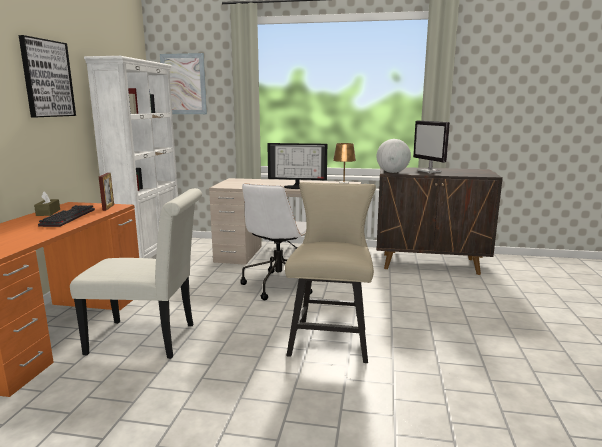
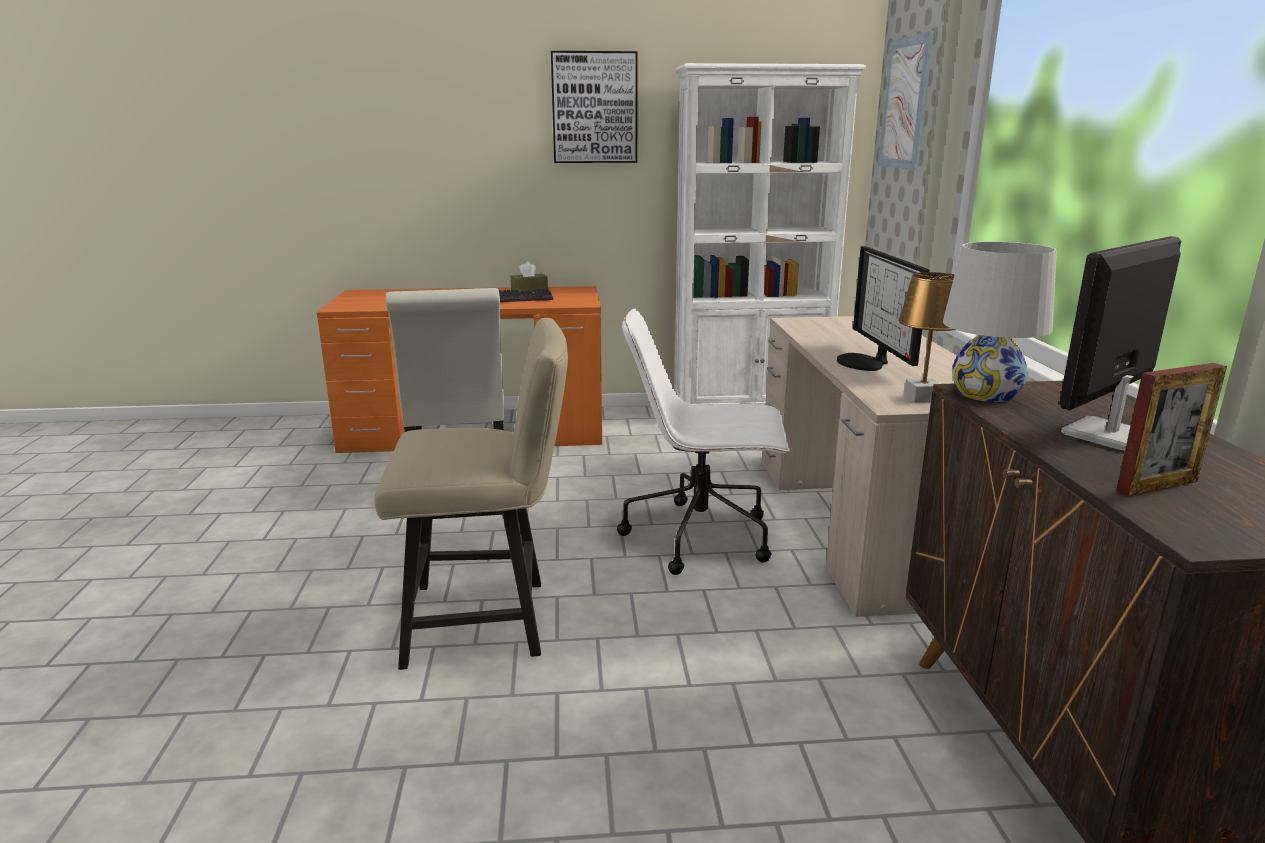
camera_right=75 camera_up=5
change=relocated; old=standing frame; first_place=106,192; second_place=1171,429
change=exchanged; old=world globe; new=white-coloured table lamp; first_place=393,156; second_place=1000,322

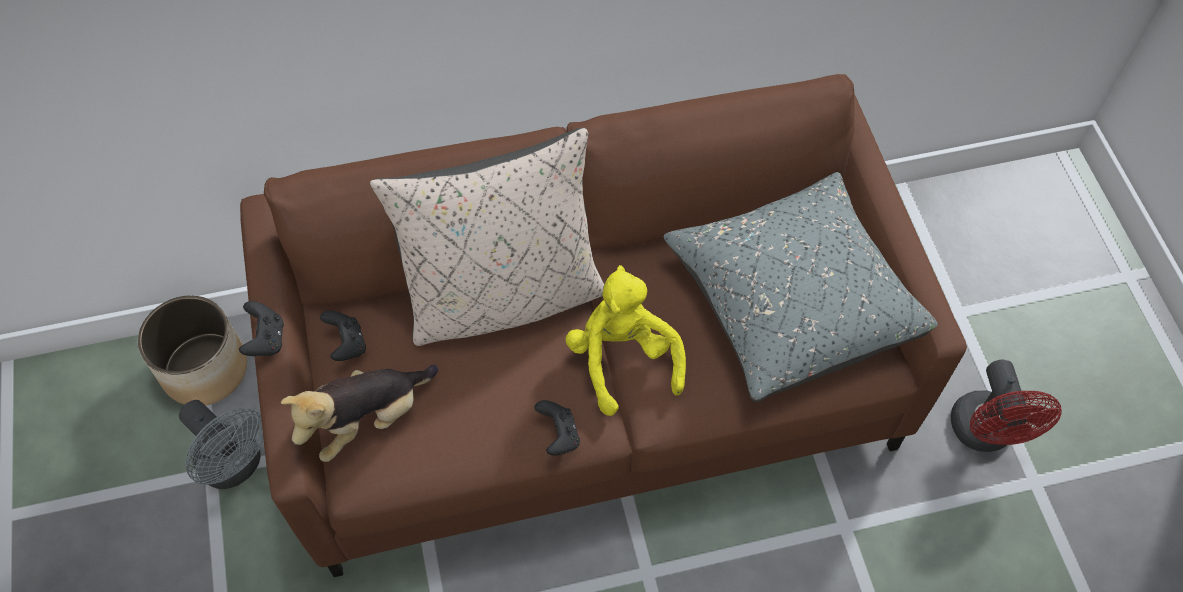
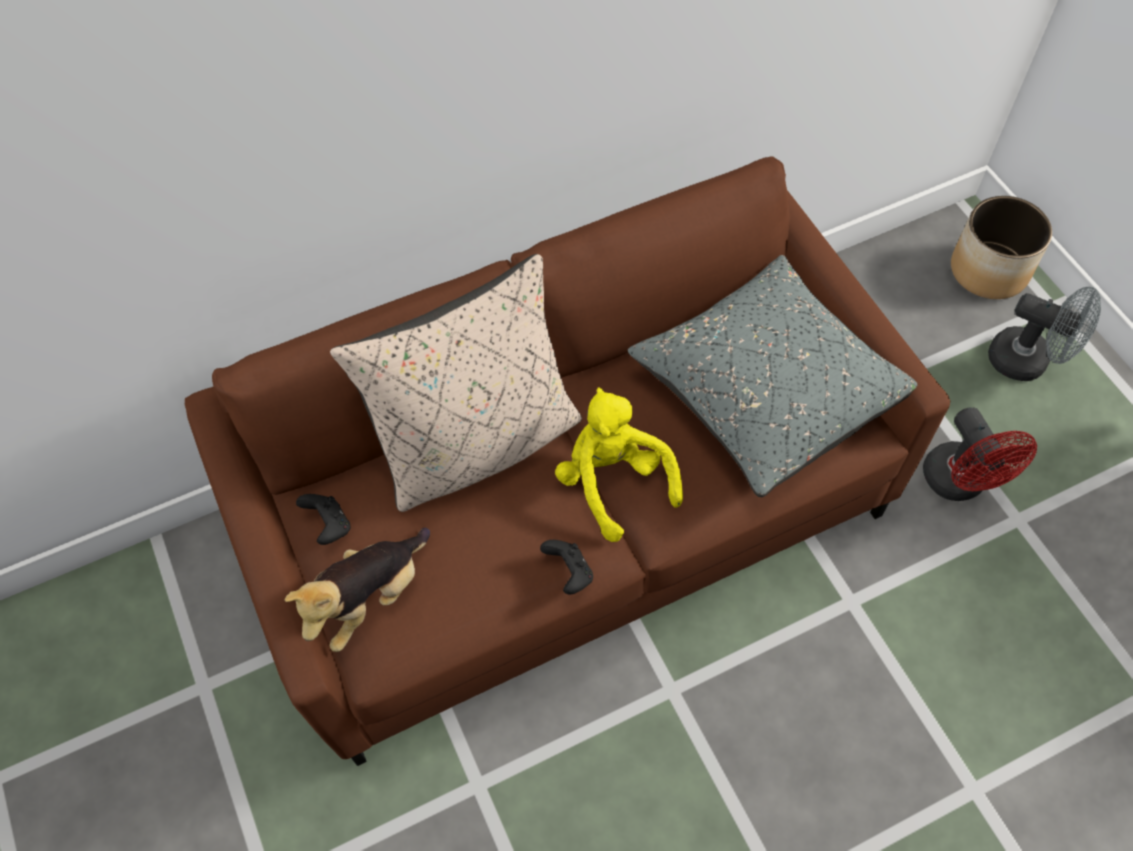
camera_right=-10 camera_up=0
change=missing; old=black-coloured gamepad; first_place=261,328
change=relocated; old=plant pot; first_place=192,350; second_place=1001,247
change=relocated; old=gray electric fan; first_place=221,444; second_place=1044,333

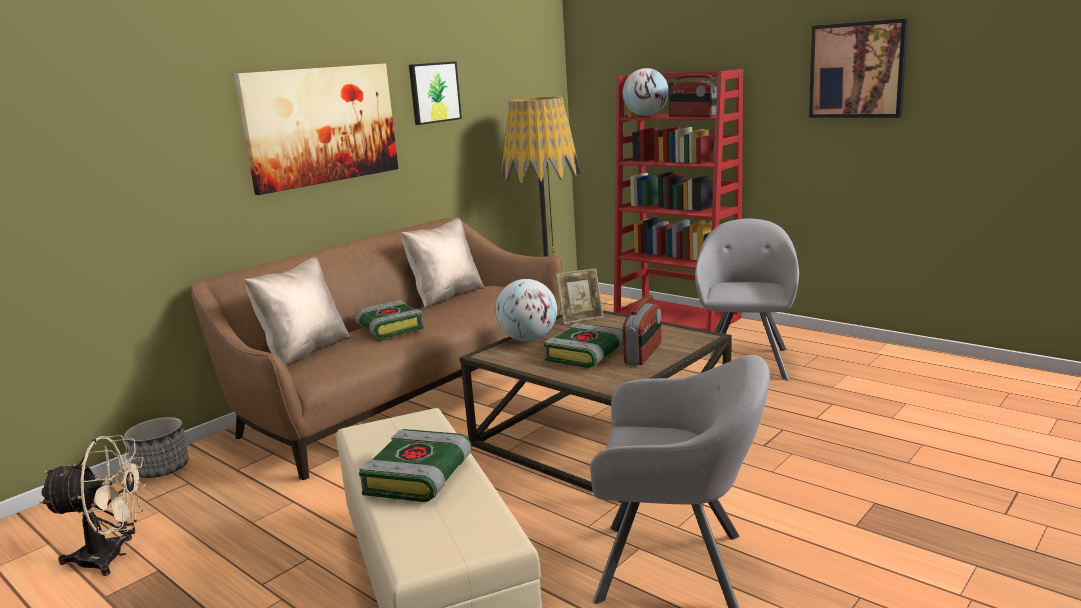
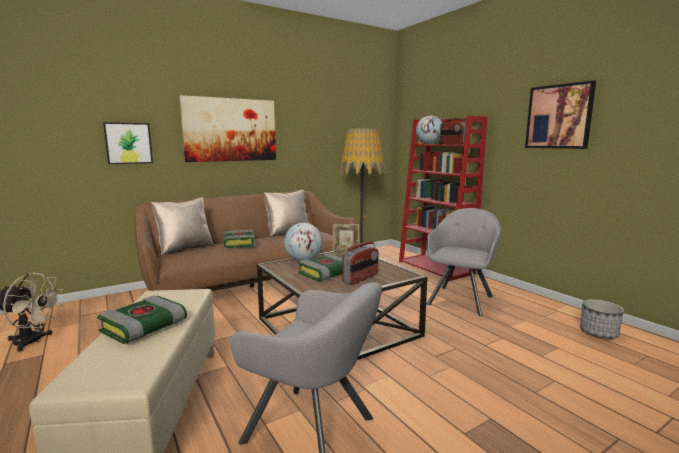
camera_right=15 camera_up=-5
change=relocated; old=plant pot; first_place=156,447; second_place=602,319
change=relocated; old=wall art; first_place=435,93; second_place=128,143

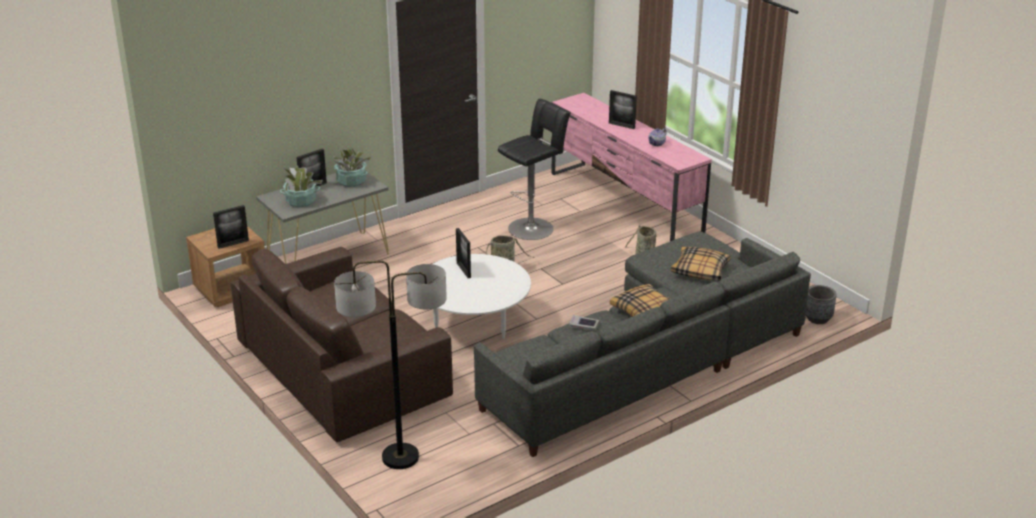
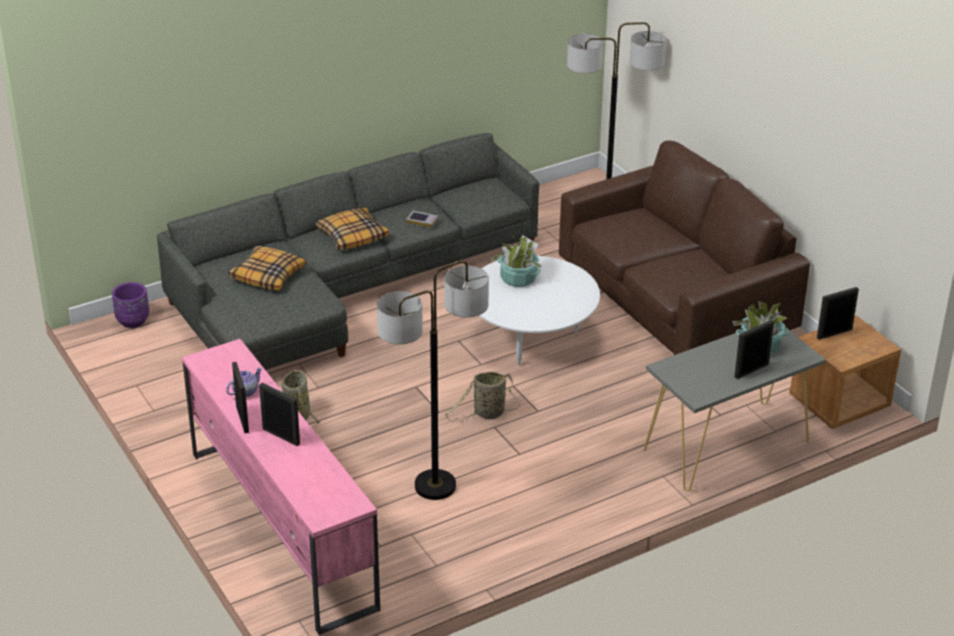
camera_right=-175 camera_up=5
change=relocated; old=potted plant; first_place=353,167; second_place=516,261
change=relocated; old=standing frame; first_place=463,253; second_place=240,397
change=exchanged; old=black-coloured sitting stool; new=floor lamp; first_place=534,169; second_place=433,380
change=colour; old=gray plant pot; new=purplish plant pot; first_place=821,304; second_place=130,305

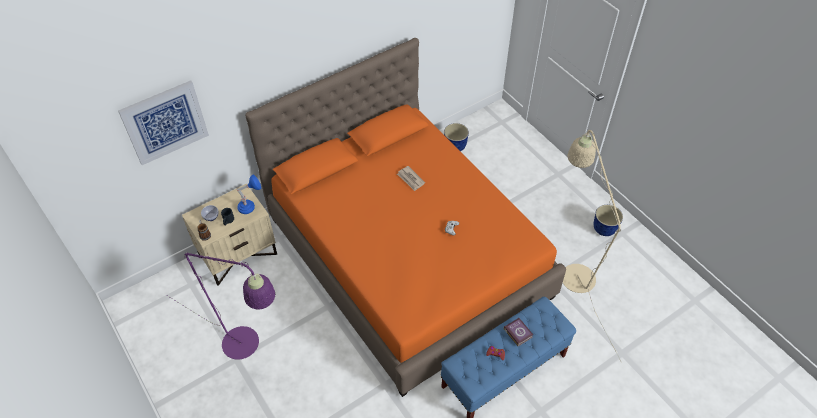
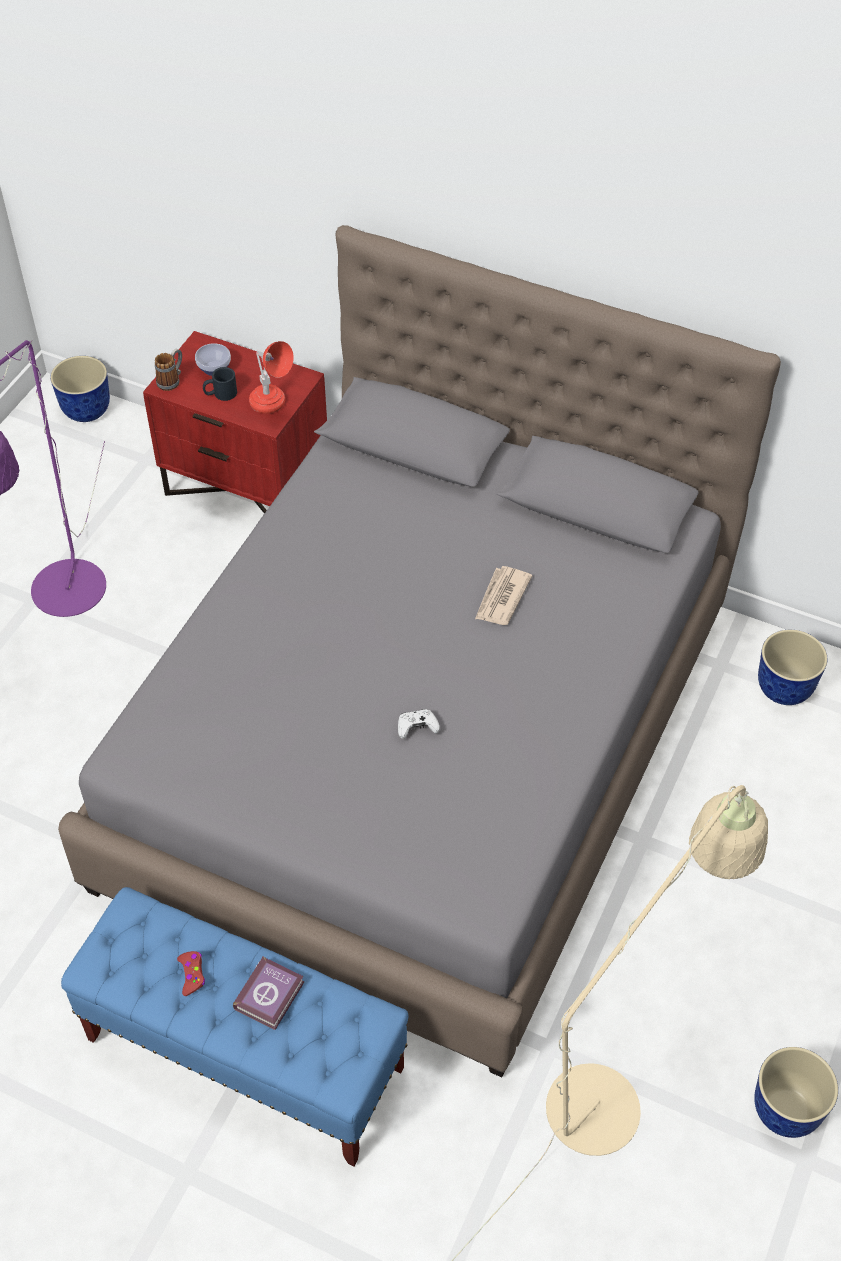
camera_right=60 camera_up=0
change=missing; old=wall art; first_place=163,122
change=appeared; new=plant pot; second_place=80,389
change=colour; old=beige night table; new=red-coloured night table; first_place=229,235; second_place=235,422
change=colour; old=bluish table lamp; new=red-coloured table lamp; first_place=249,194; second_place=271,377
change=colour; old=orangey bed; new=gray bed; first_place=405,217; second_place=419,651

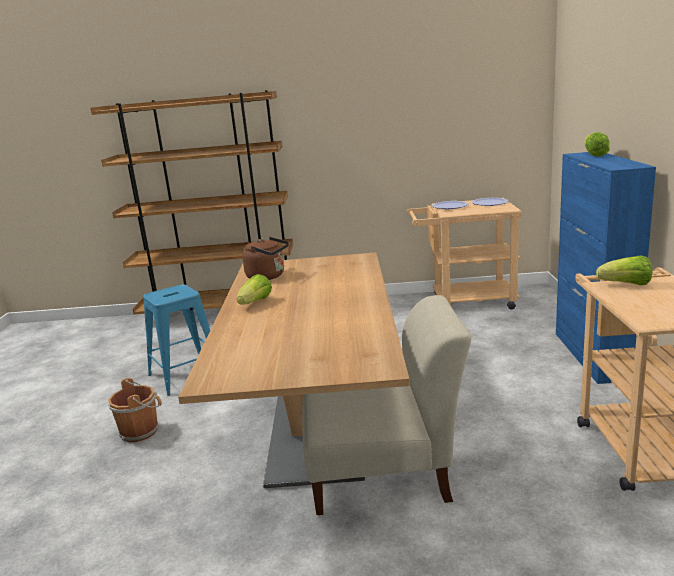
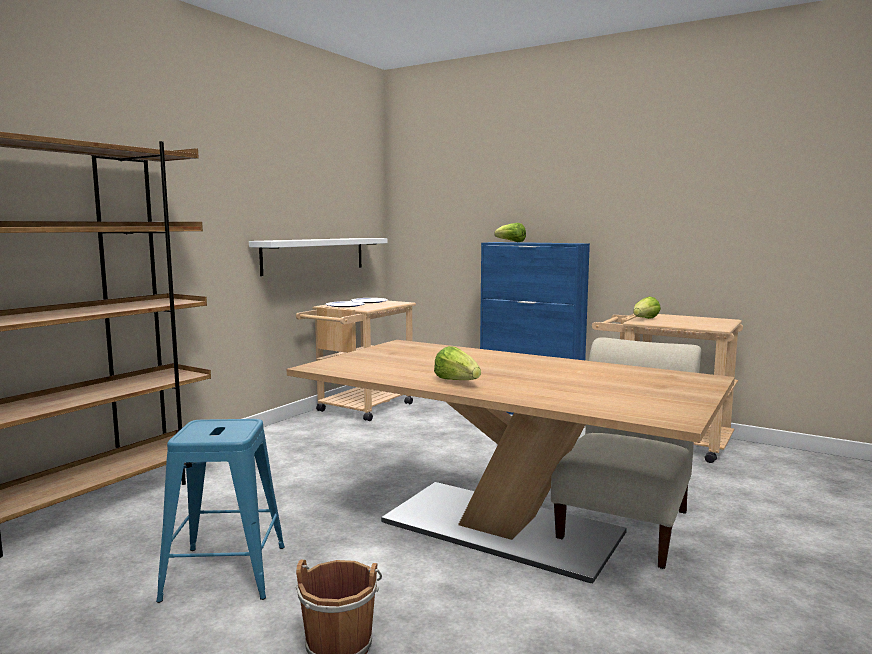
camera_right=-60 camera_up=-10
change=missing; old=brownish water kettle; first_place=265,258
change=appeared; new=white-coloured bracket shelf; second_place=318,257

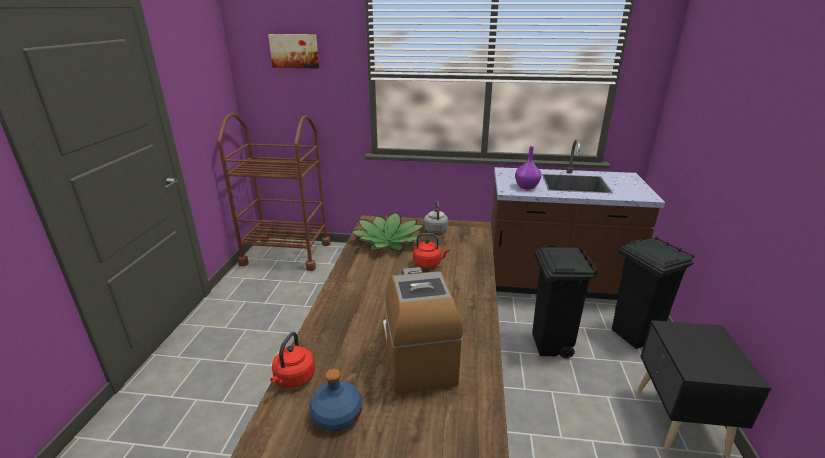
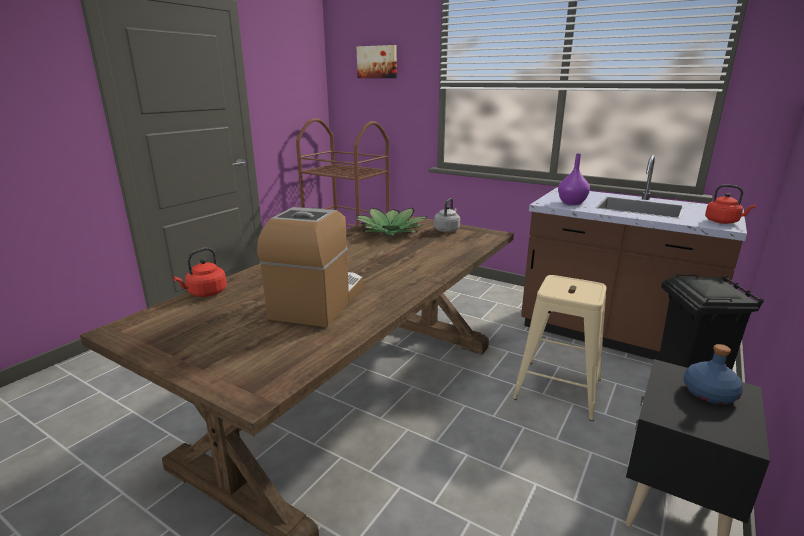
camera_right=25 camera_up=-5
change=relocated; old=bluish bottle; first_place=335,399; second_place=713,374
change=relocated; old=red-coloured water kettle; first_place=431,250; second_place=730,204
change=exchanged; old=black-coloured rubbish bin; new=beige sitting stool; first_place=565,302; second_place=559,348

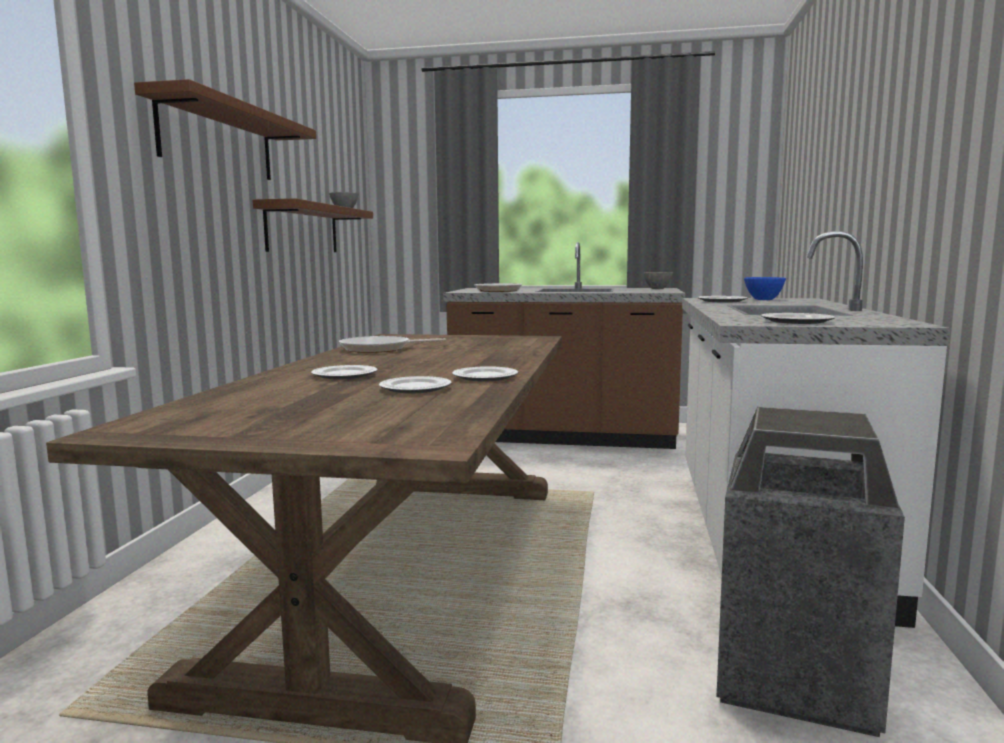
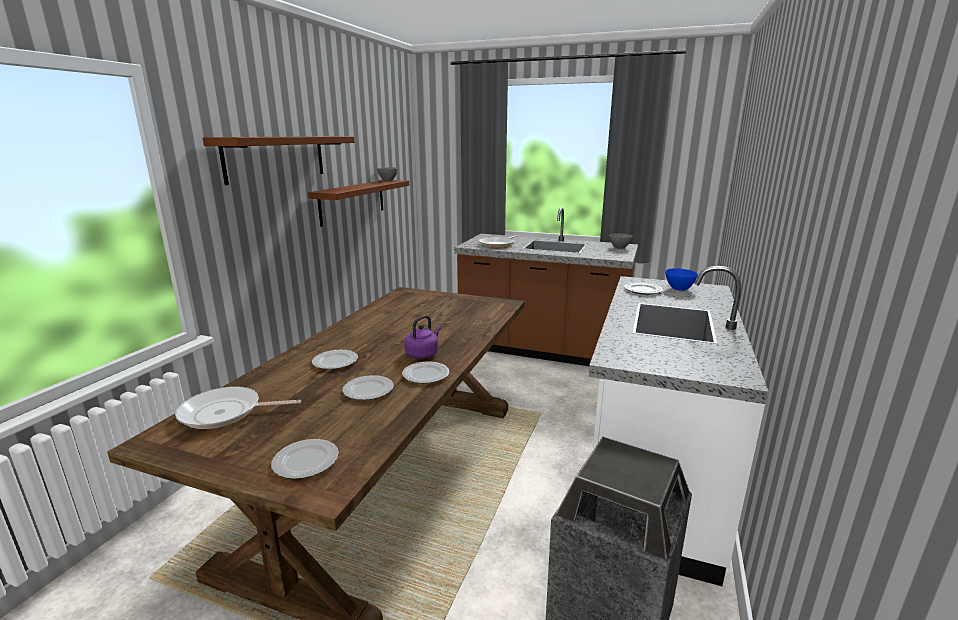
camera_right=10 camera_up=10
change=appeared; new=purplish water kettle; second_place=422,337
change=relocated; old=pan; first_place=392,344; second_place=238,407
change=relocated; old=plate; first_place=798,318; second_place=305,459

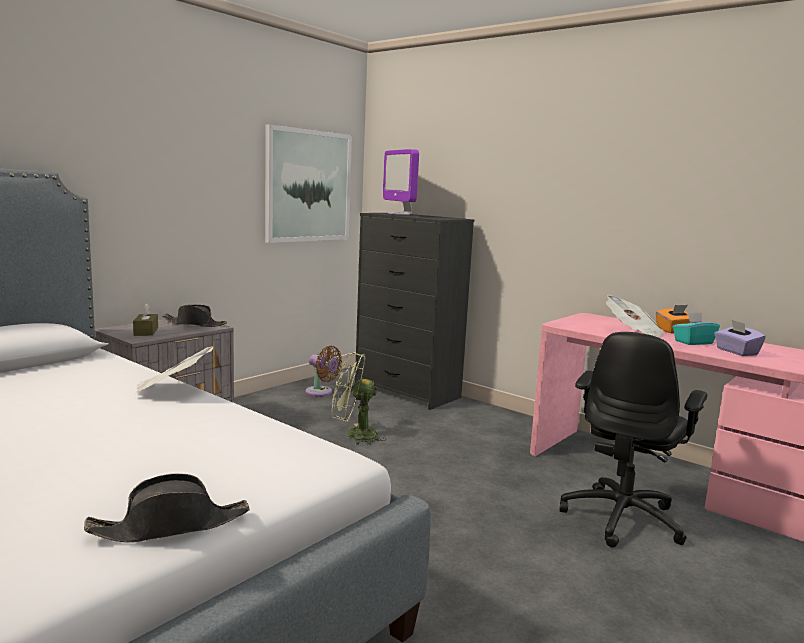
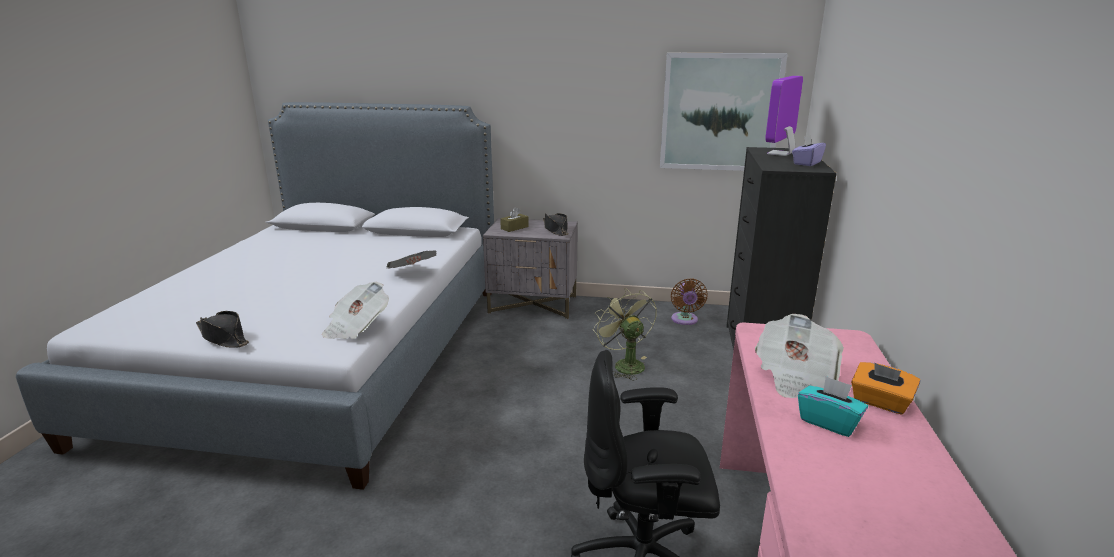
camera_right=60 camera_up=10
change=appeared; new=daily paper; second_place=355,310
change=relocated; old=purplish tissue holder; first_place=740,338; second_place=809,150

